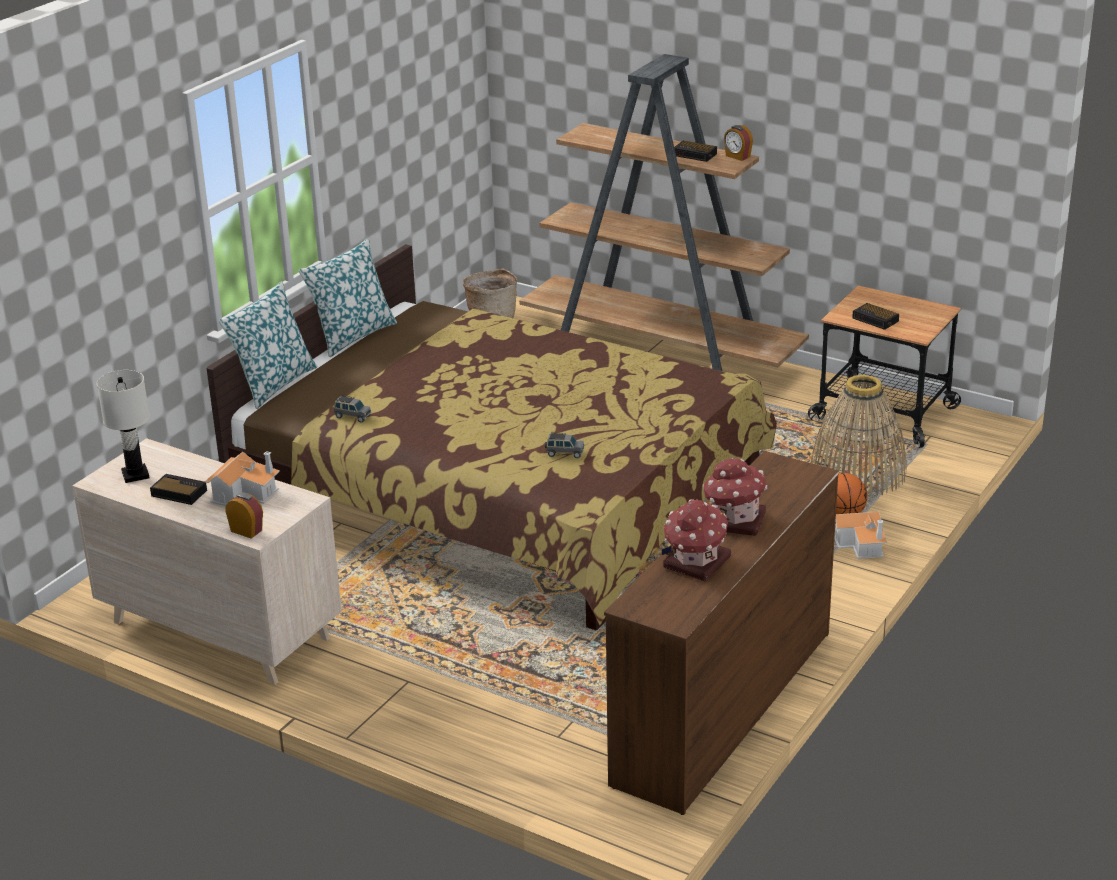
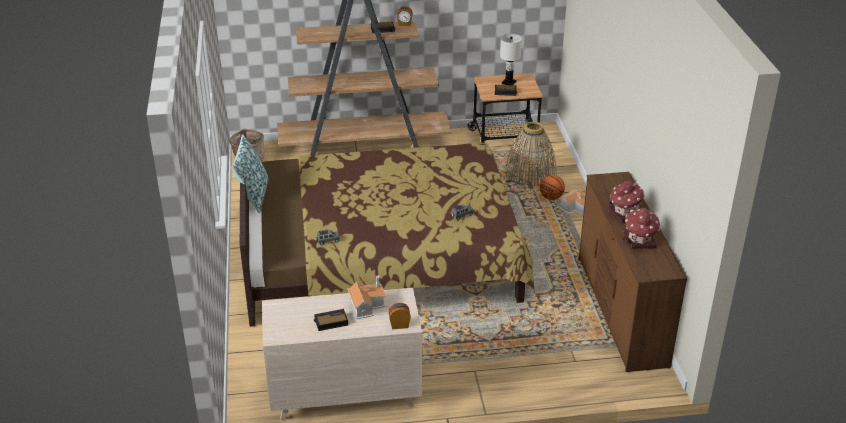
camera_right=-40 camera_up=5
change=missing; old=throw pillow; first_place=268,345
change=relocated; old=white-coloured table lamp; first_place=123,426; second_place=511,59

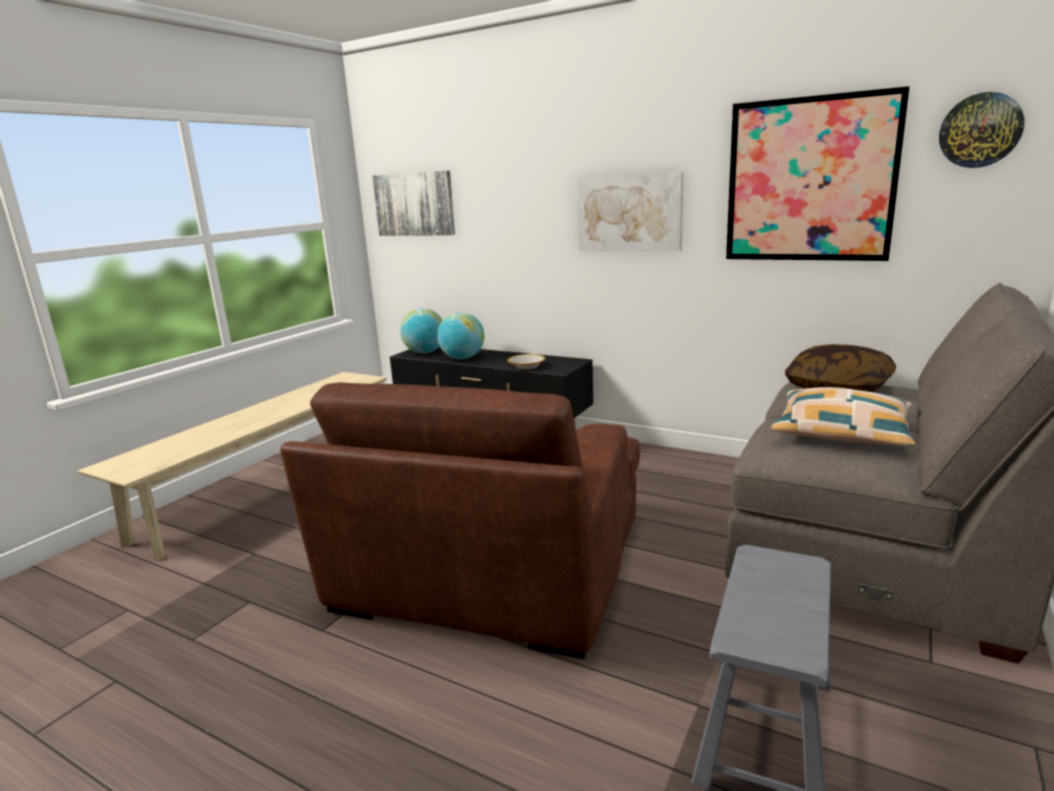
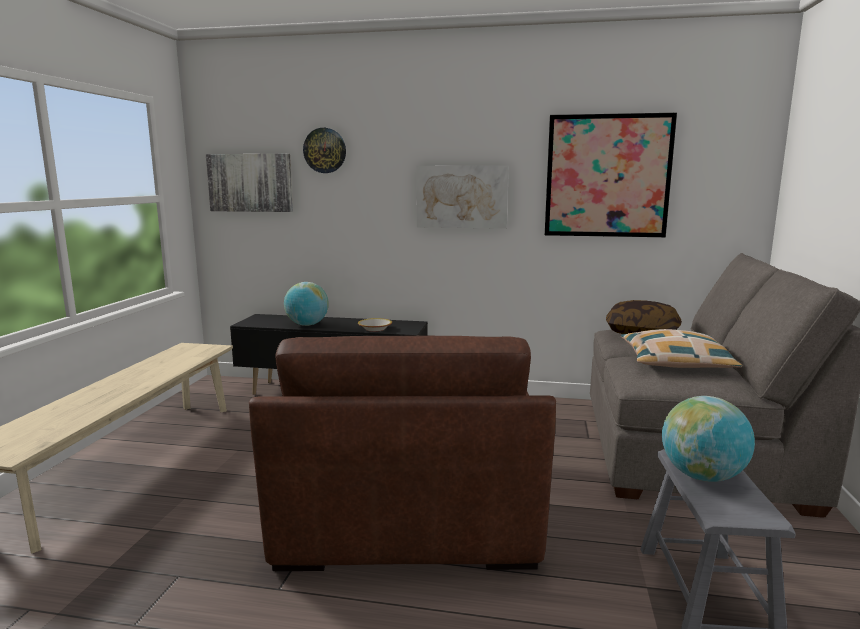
camera_right=-20 camera_up=-5
change=relocated; old=world globe; first_place=421,331; second_place=708,439
change=relocated; old=hanging clock; first_place=982,130; second_place=324,150

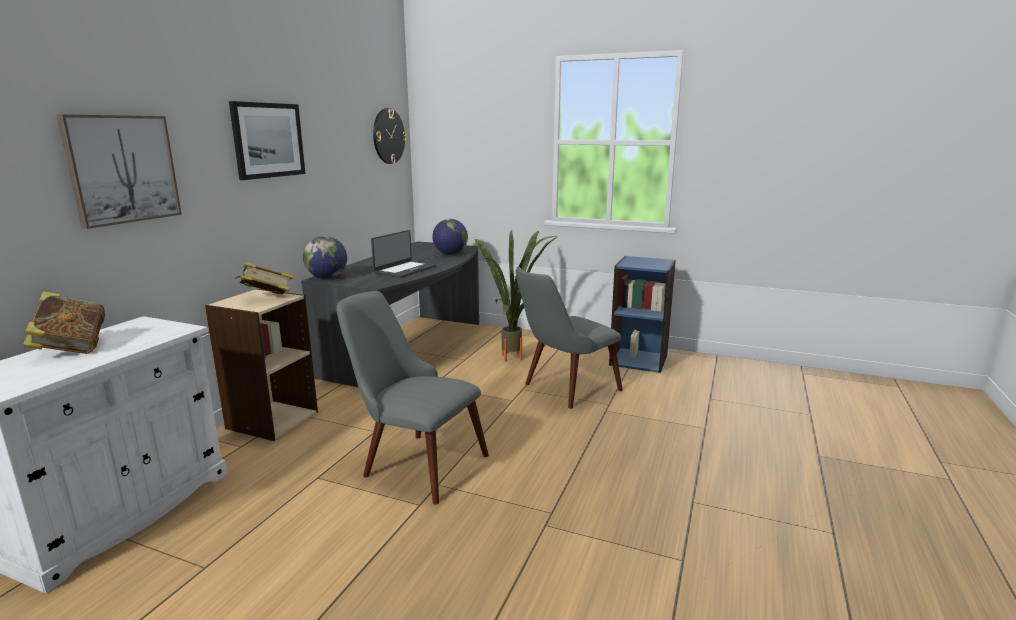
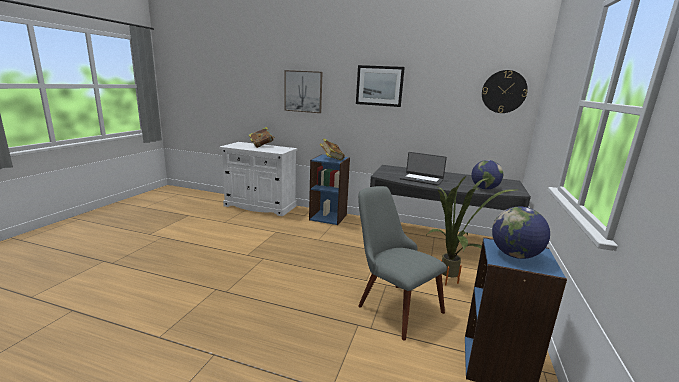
camera_right=85 camera_up=0
change=missing; old=gray plain chair; first_place=412,398
change=relocated; old=world globe; first_place=325,257; second_place=521,233
change=colour; old=beige bookshelf; new=bluish bookshelf; first_place=261,365; second_place=329,189

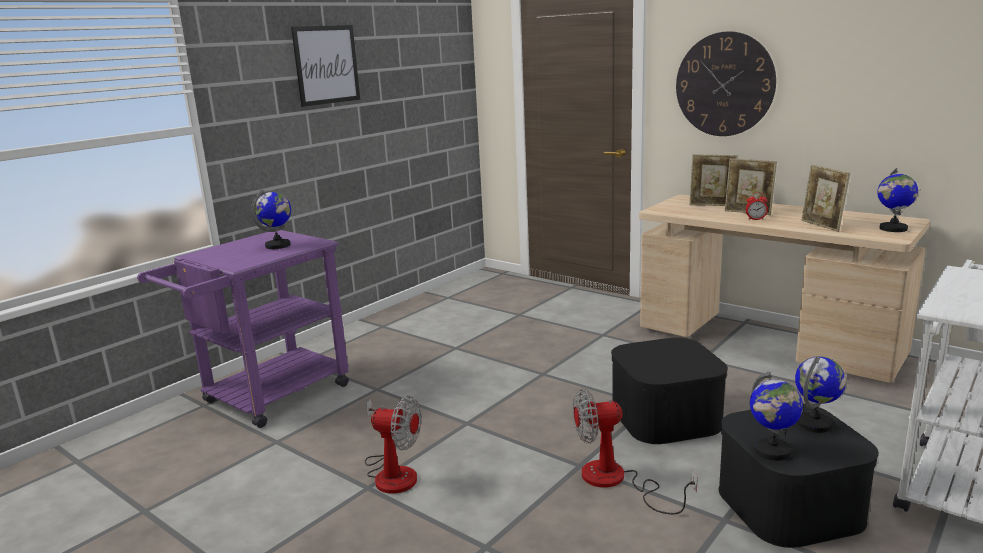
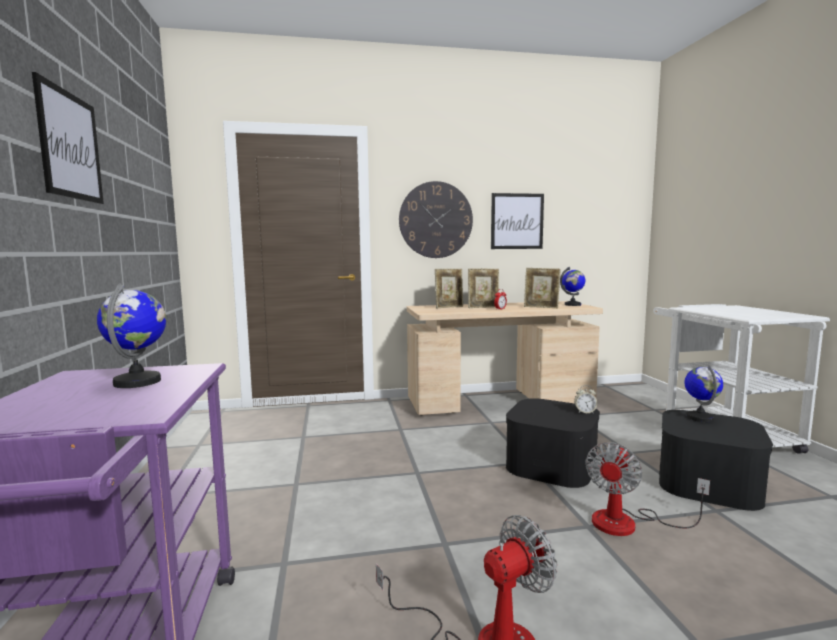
camera_right=-50 camera_up=-10
change=missing; old=world globe; first_place=776,416
change=appeared; new=wall art; second_place=517,221
change=appeared; new=alarm clock; second_place=586,399

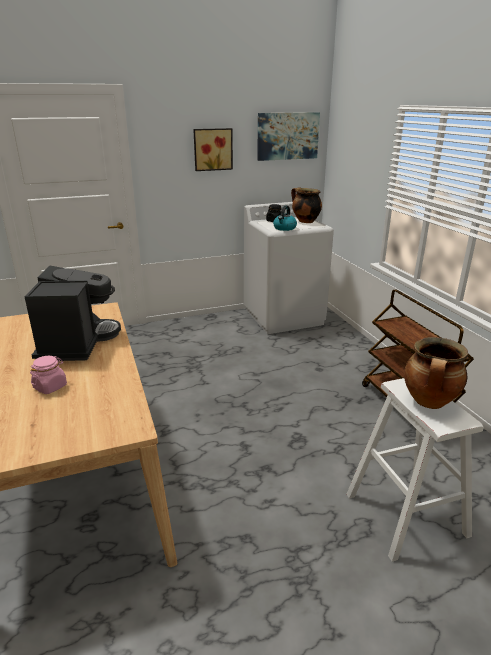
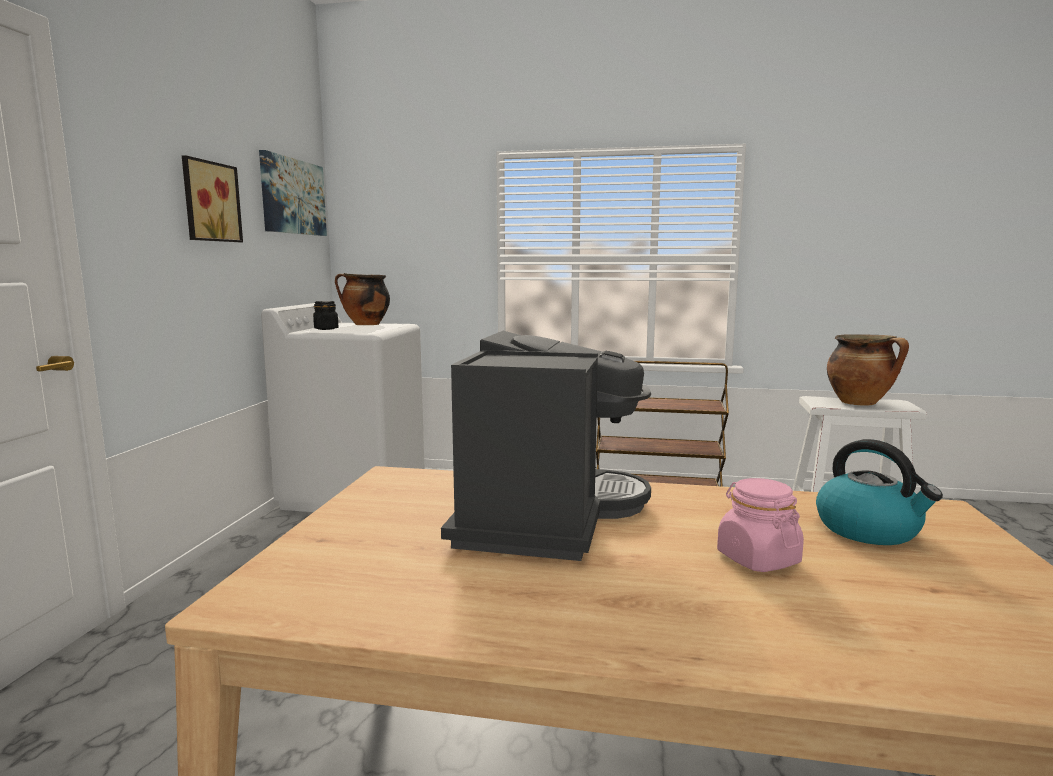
camera_right=-60 camera_up=-15
change=relocated; old=water kettle; first_place=285,218; second_place=879,492
change=spun; old=coffee brewer; first_place=72,313; second_place=546,446; degrees=75

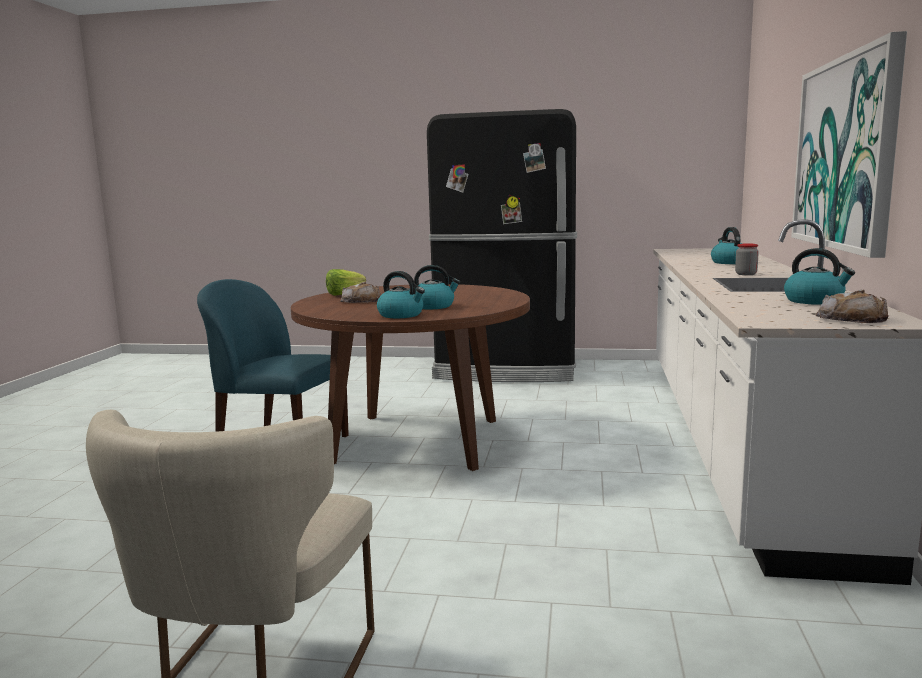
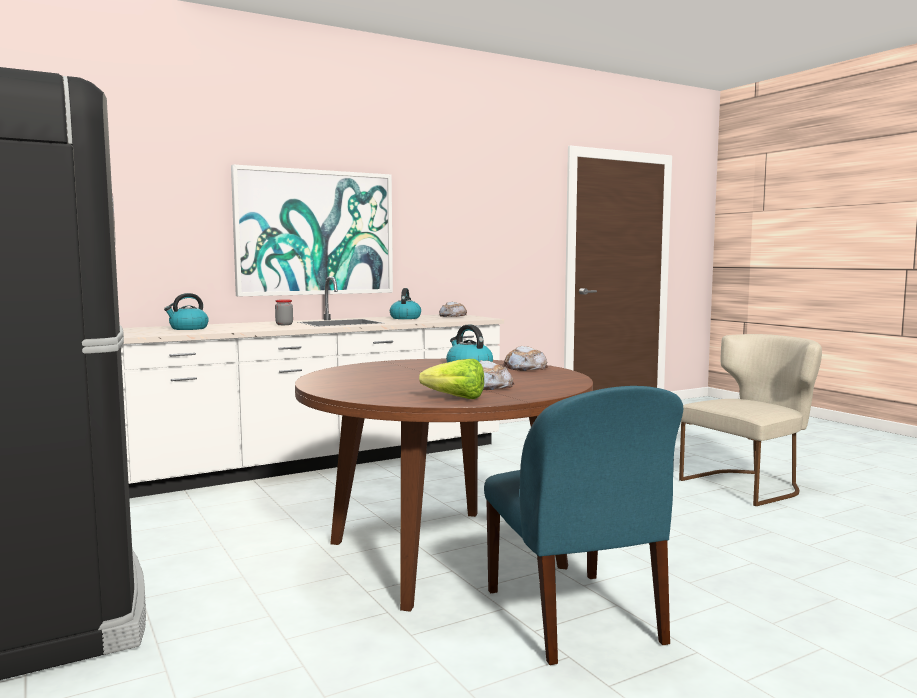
camera_right=-130 camera_up=-5
change=exchanged; old=water kettle; new=bakery bread; first_place=401,294; second_place=526,358

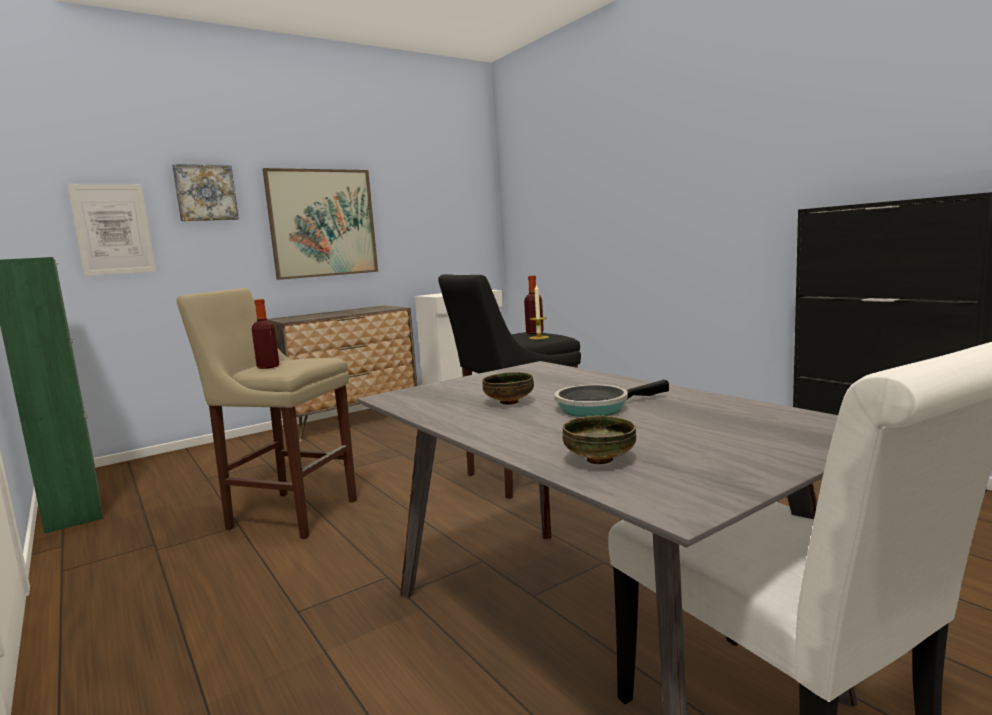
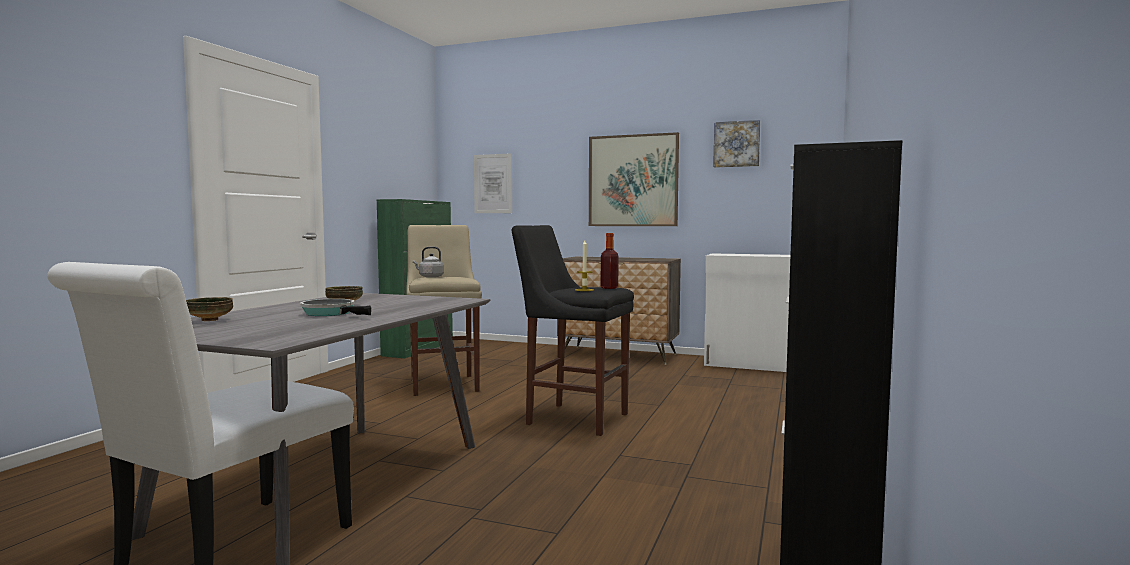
camera_right=55 camera_up=-5
change=relocated; old=wall art; first_place=205,192; second_place=736,143
change=exchanged; old=bottle; new=gray water kettle; first_place=265,334; second_place=428,262

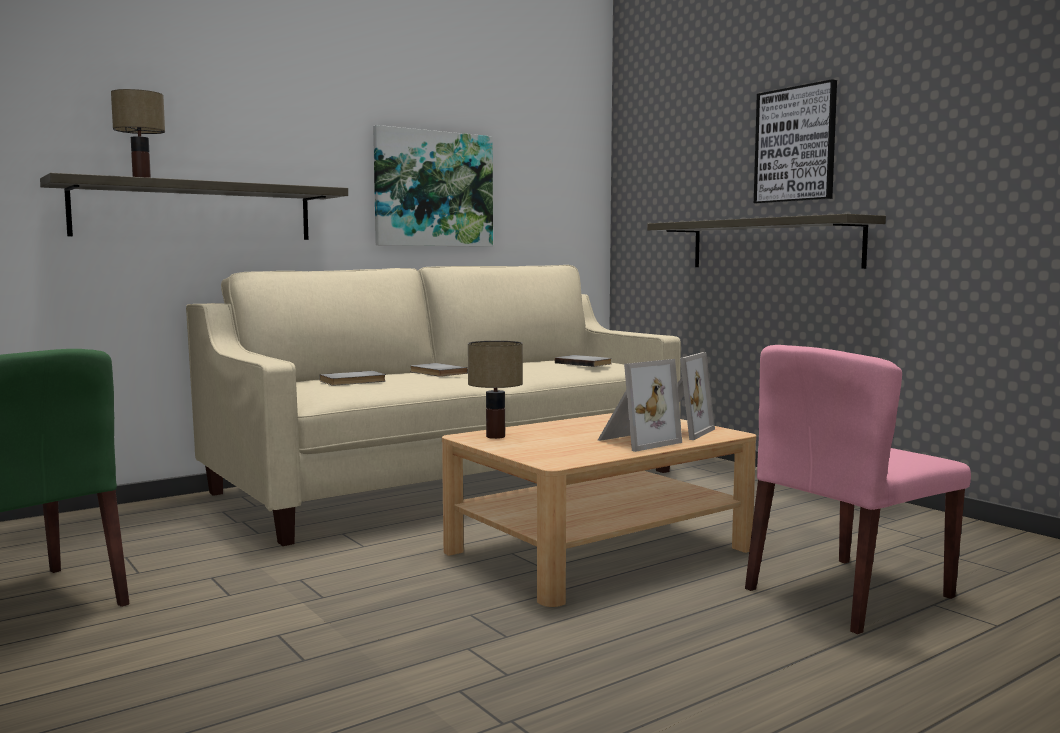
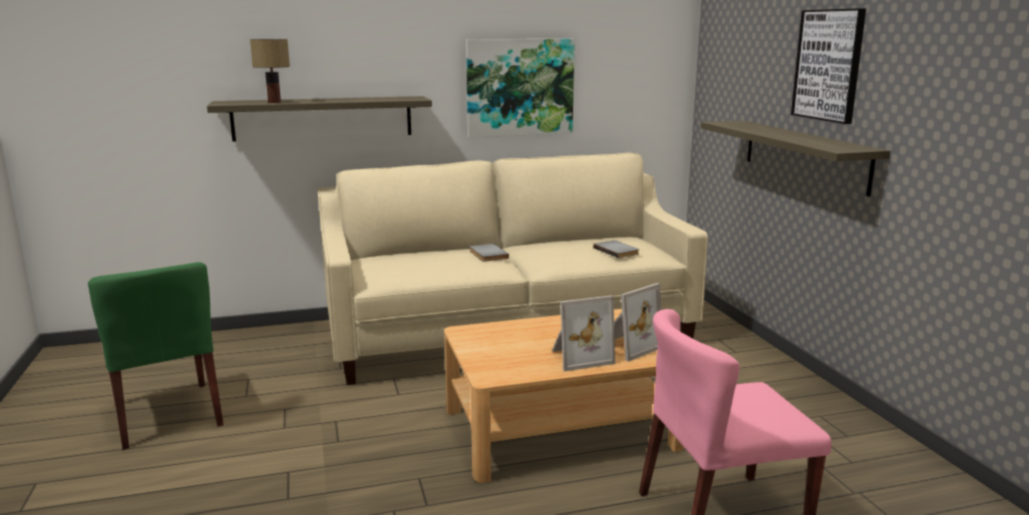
camera_right=20 camera_up=10
change=missing; old=gray volume; first_place=352,378
change=missing; old=table lamp; first_place=495,390

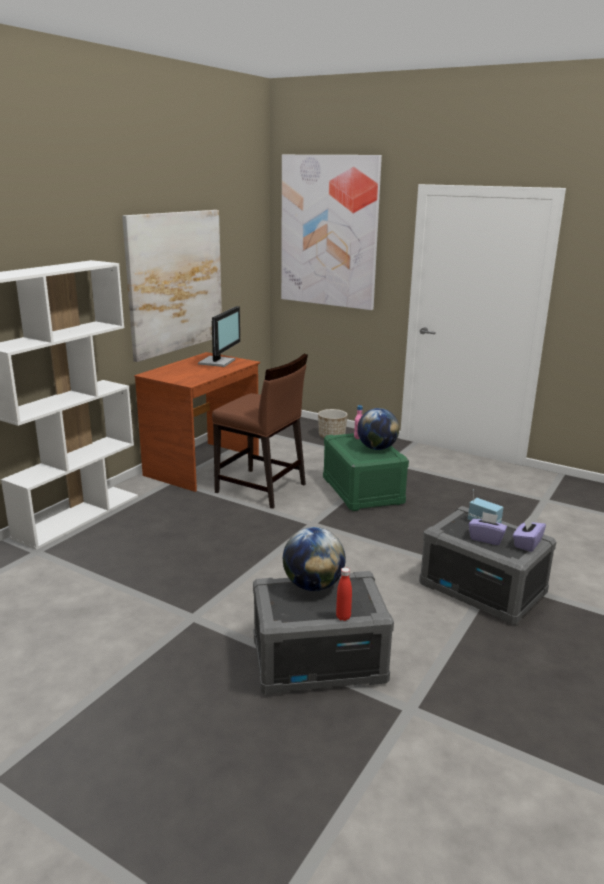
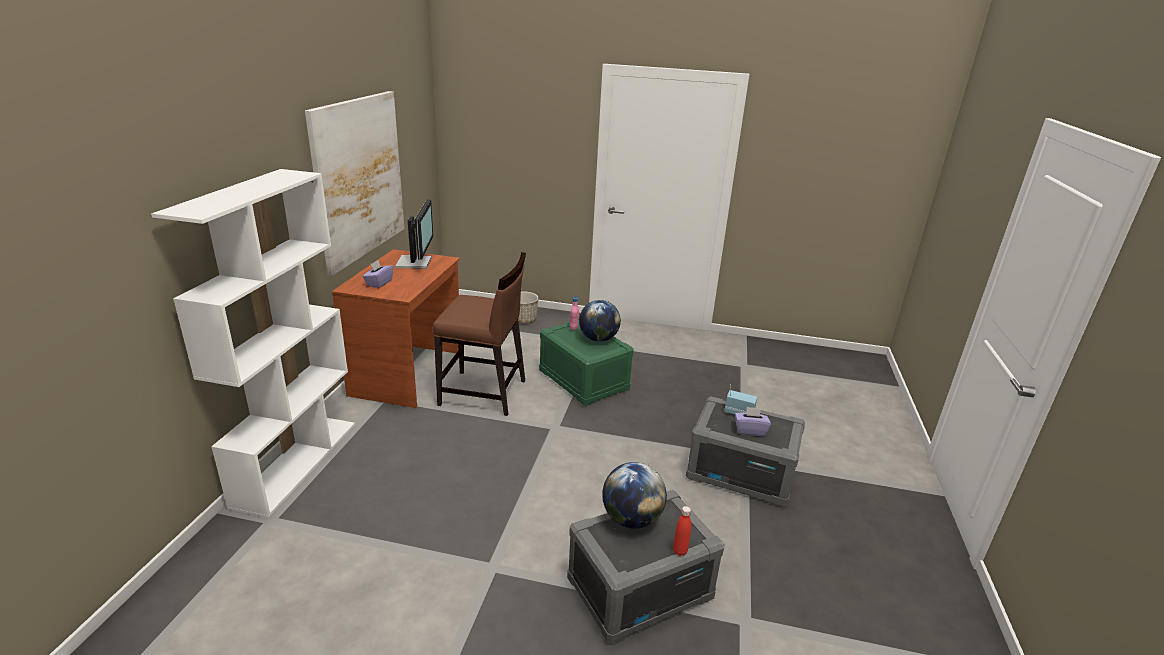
camera_right=-20 camera_up=5
change=missing; old=wall art; first_place=331,232
change=relocated; old=purplish tissue holder; first_place=529,534; second_place=378,274

